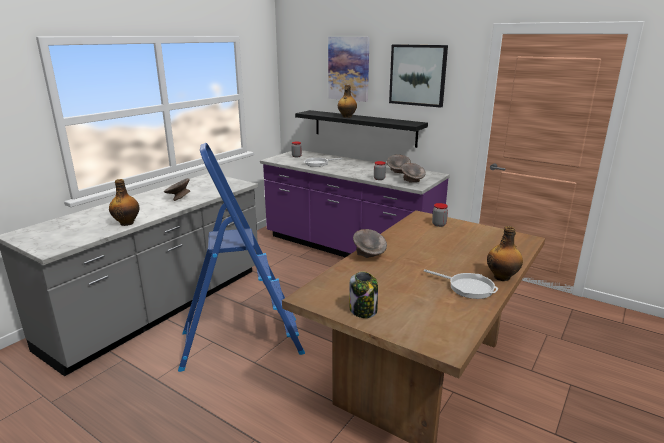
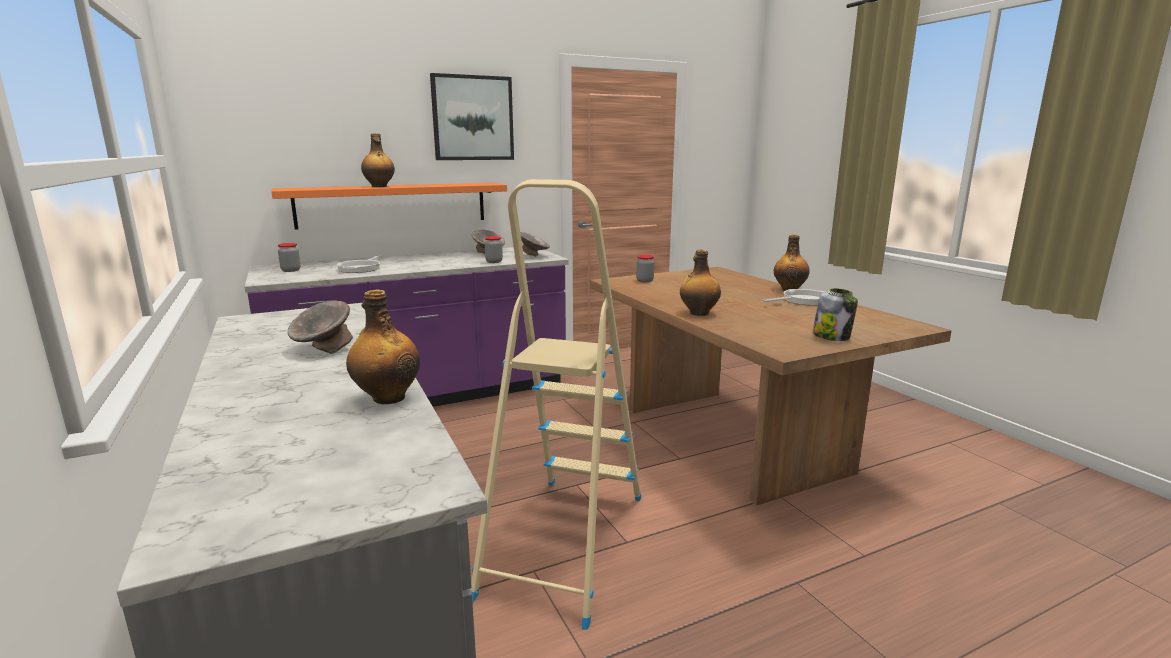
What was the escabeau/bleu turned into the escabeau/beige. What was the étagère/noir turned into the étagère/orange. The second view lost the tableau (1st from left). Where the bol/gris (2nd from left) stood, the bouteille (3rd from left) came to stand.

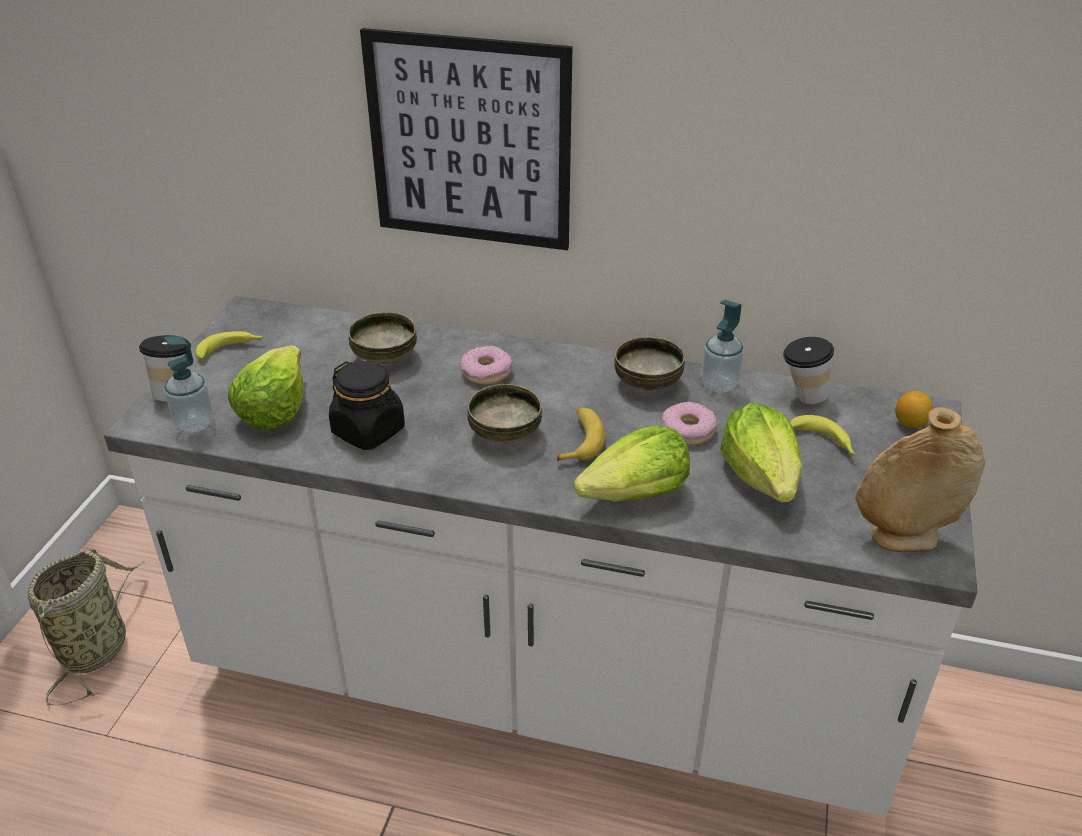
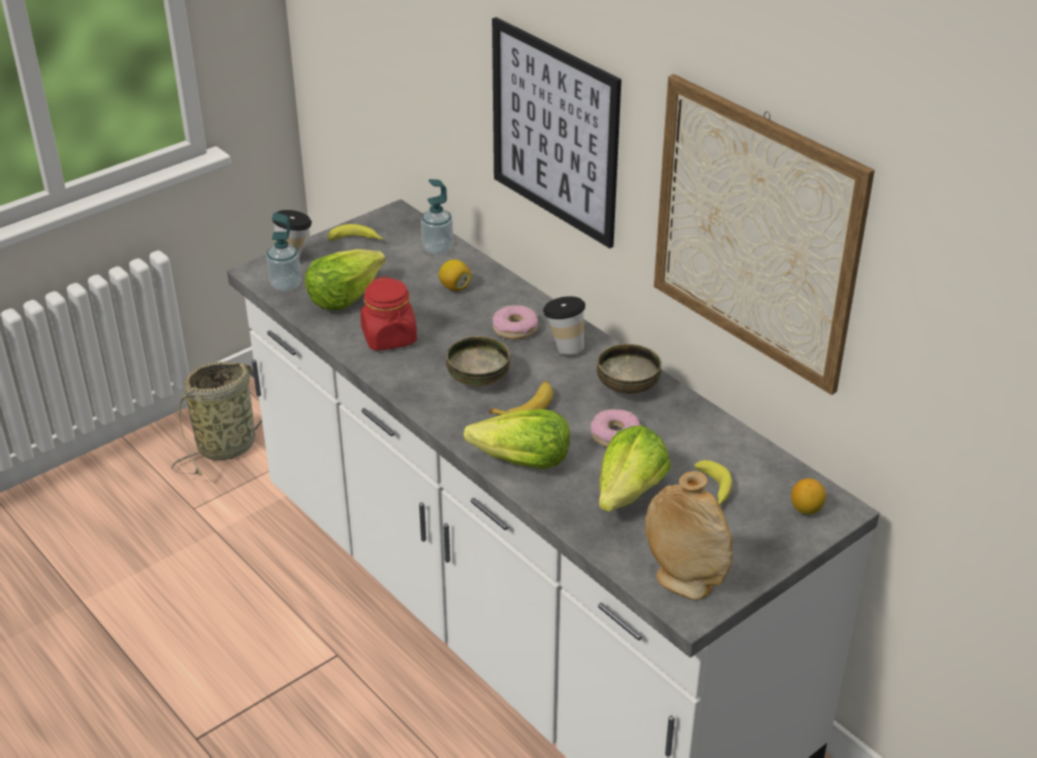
What was the bocal/noir turned into the bocal/rouge. Where the bol (1st from left) stood, the citron (1st from left) came to stand. The distributeur de savon (2nd from left) ended up elsewhere. The tasse (2nd from left) ended up elsewhere. The second view gained the tableau (2nd from left).

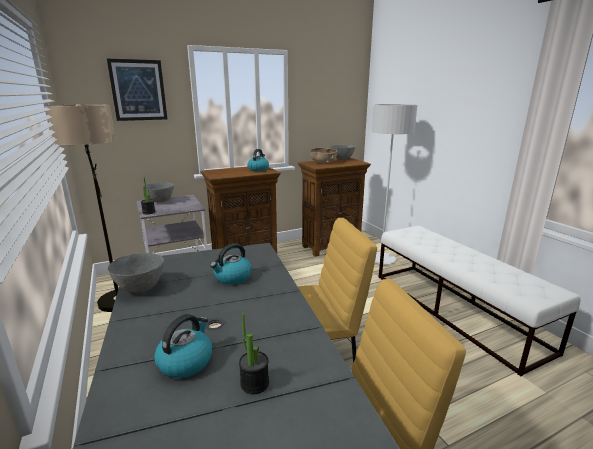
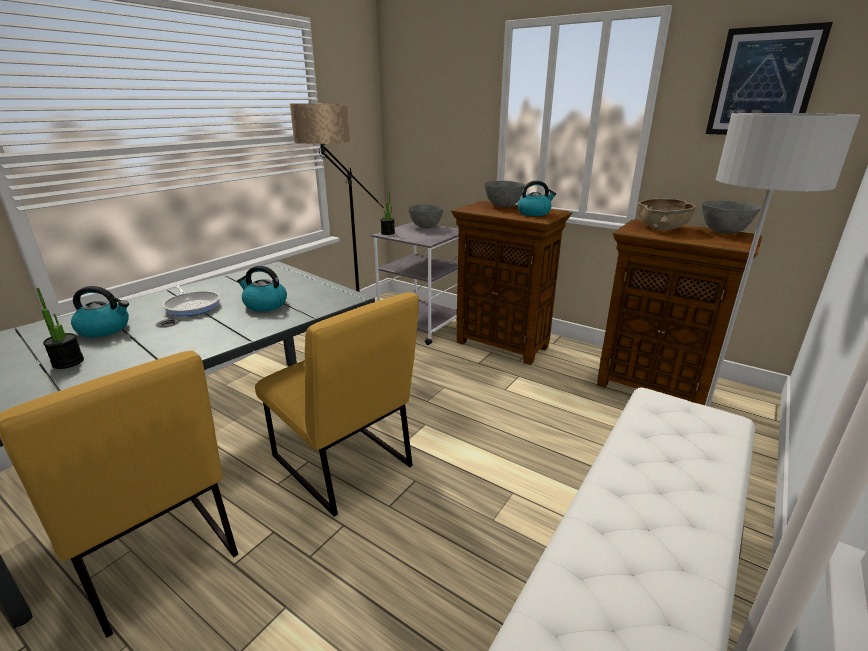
The tableau ended up elsewhere. The bol/gris (1st from left in the first image) ended up elsewhere. The second view gained the poêle.

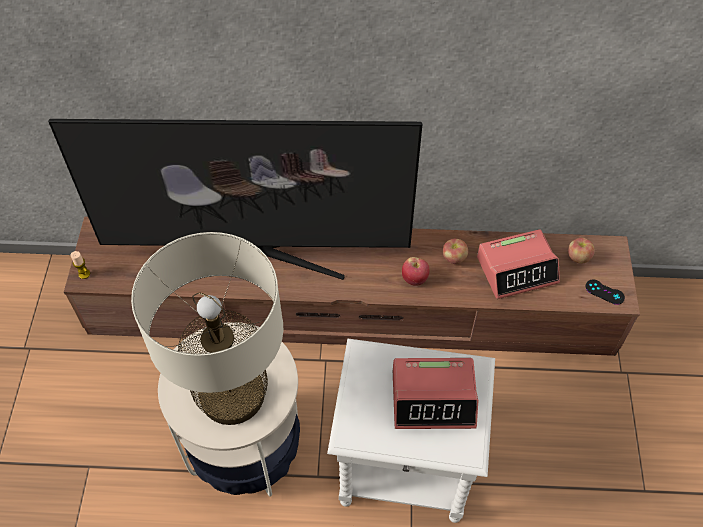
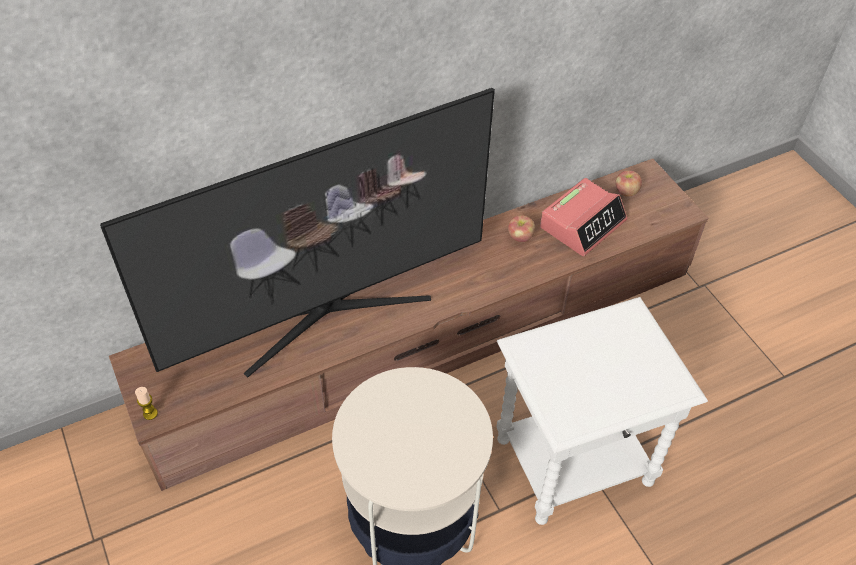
The second view lost the lampe de table. The second view lost the réveil (1st from left). The second view lost the pomme (1st from left). The second view lost the manette/noir.

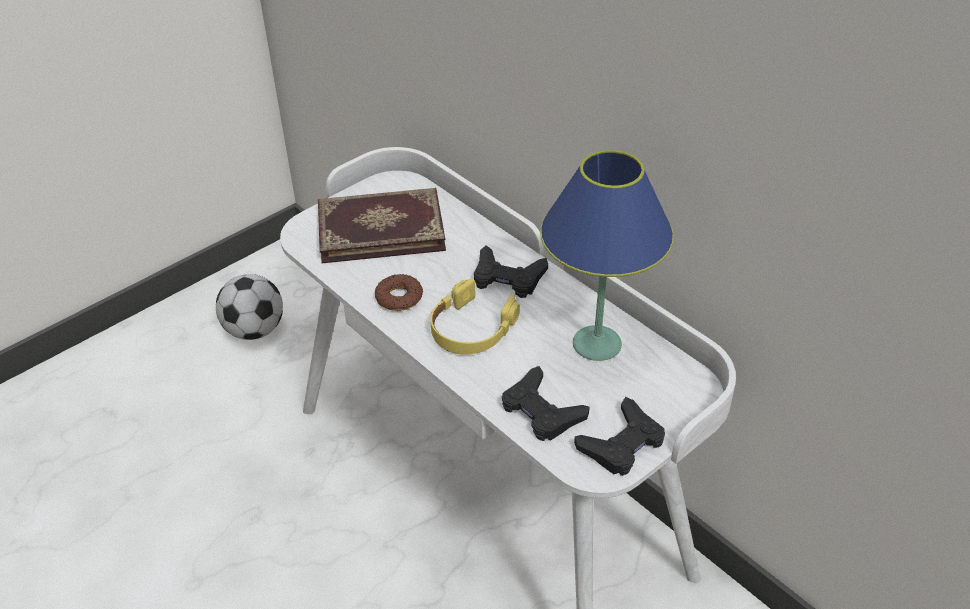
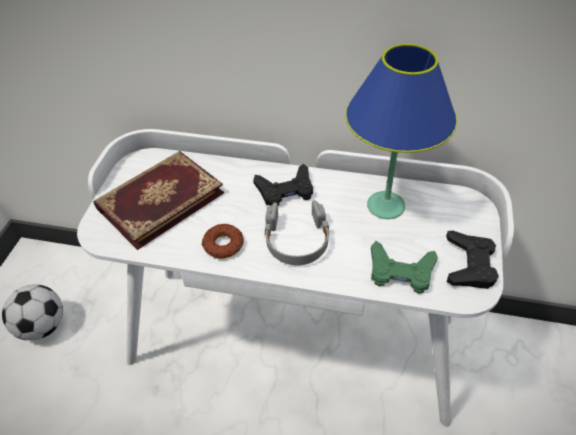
What was the casque audio/jaune turned into the casque audio/gris. What was the manette/noir (2nd from left) turned into the manette/vert.

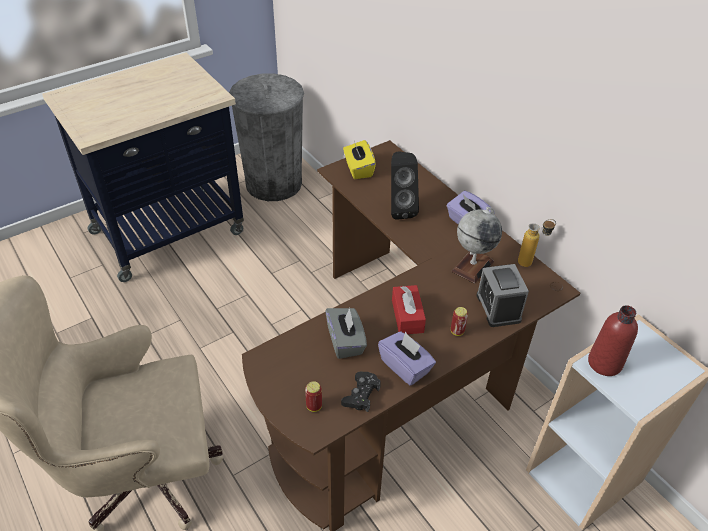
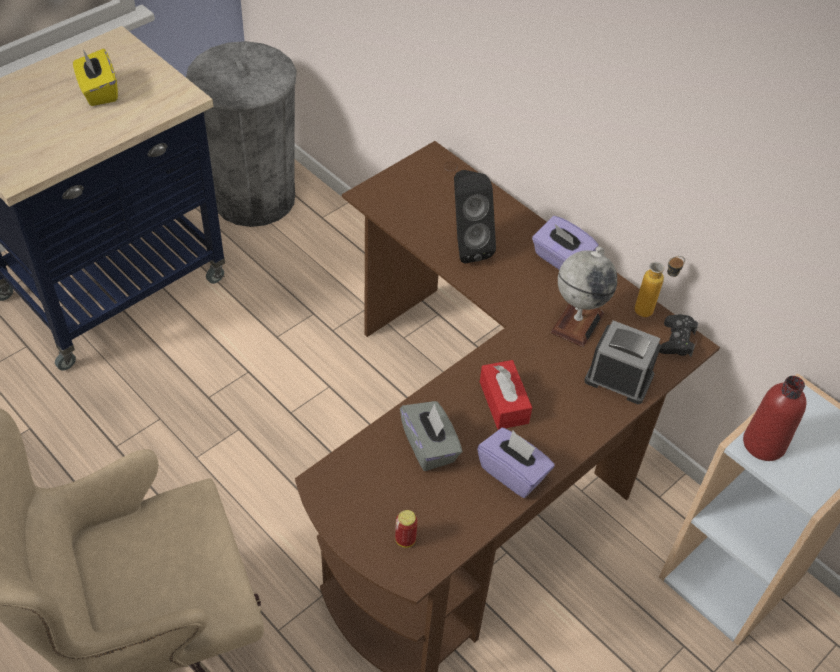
The manette/noir ended up elsewhere. The boîte à mouchoirs/jaune ended up elsewhere. The second view lost the boîte métallique (2nd from left). The réveil ended up facing another way, 135 degrees clockwise from before.

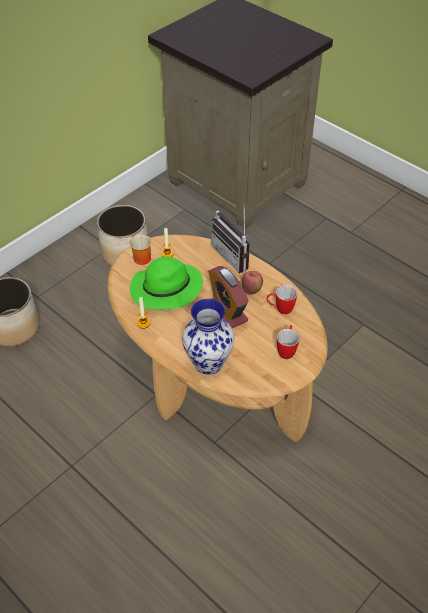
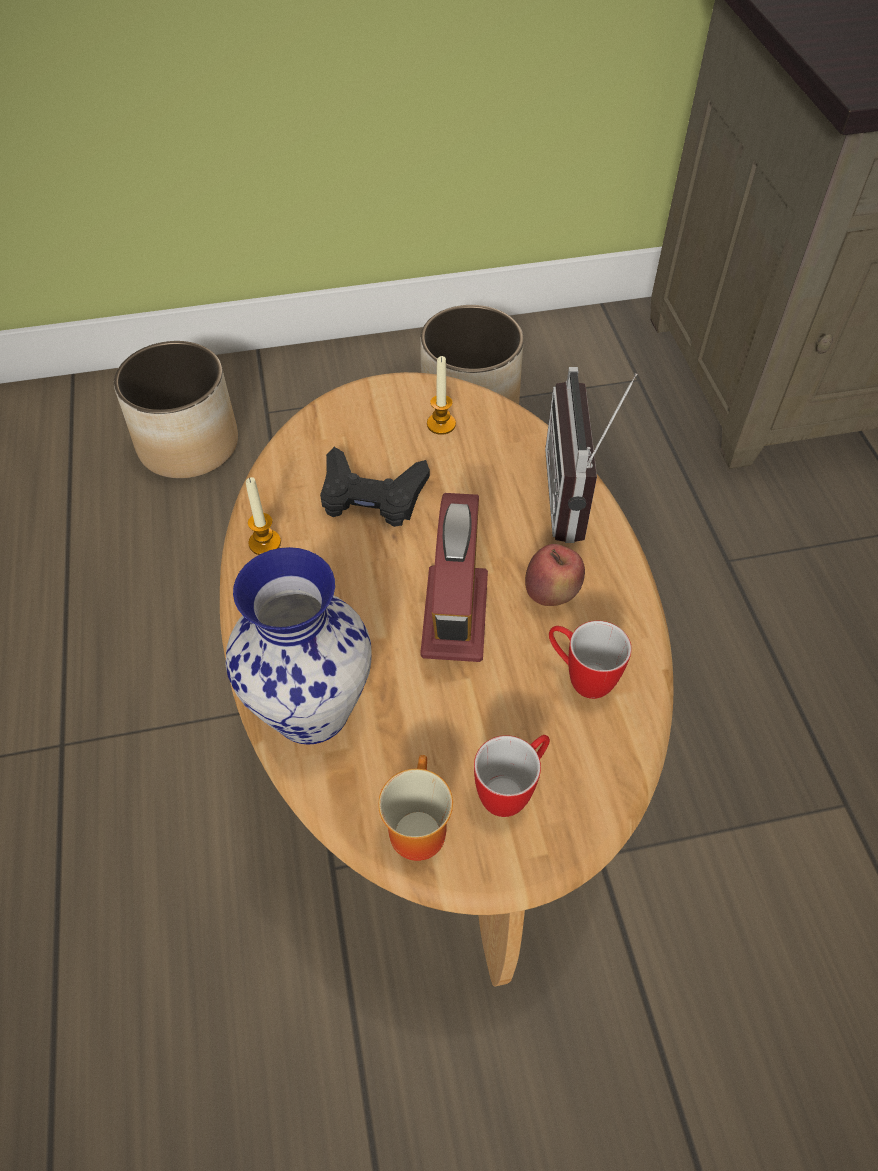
The mug (1st from left) ended up elsewhere. Where the chapeau/vert stood, the manette/noir came to stand.

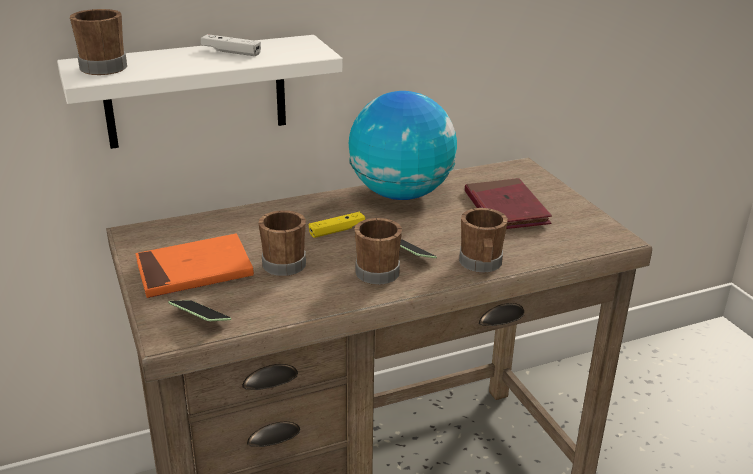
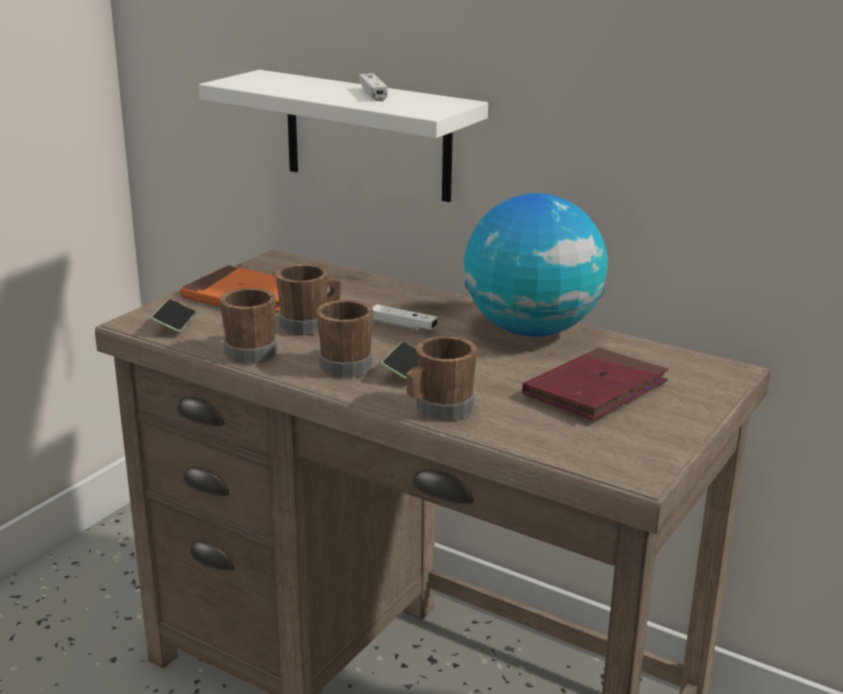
The mug/marron (1st from left) ended up elsewhere. What was the manette/jaune turned into the manette/blanc (2nd from left).

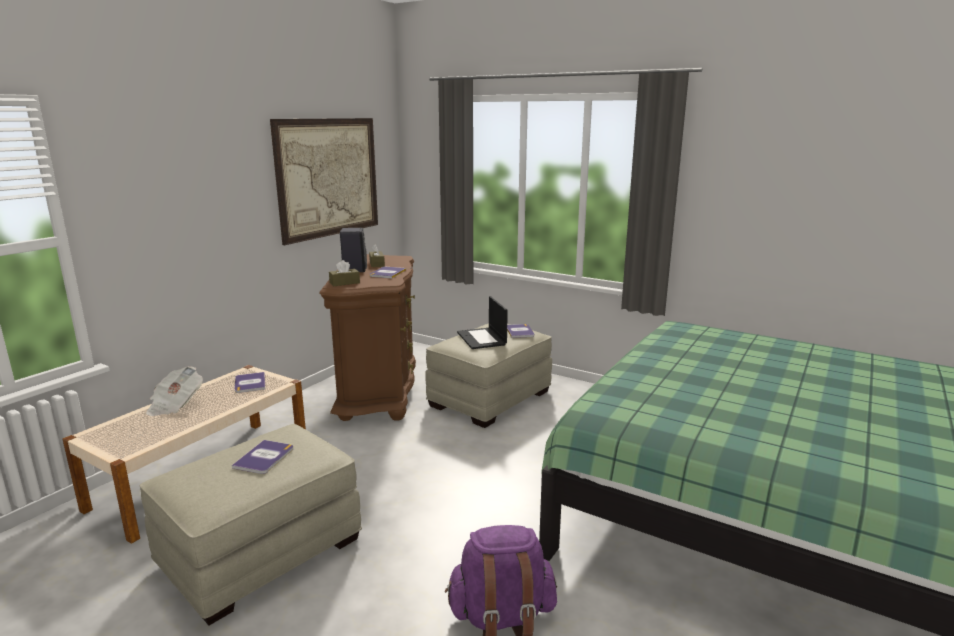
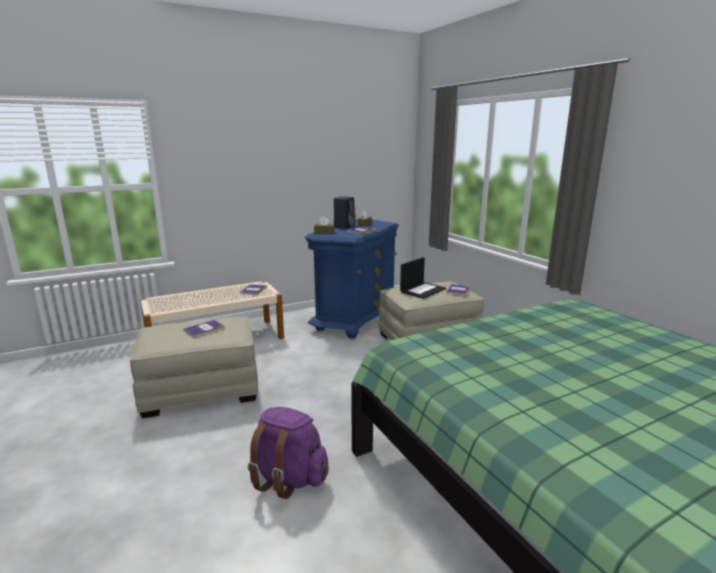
The second view lost the journal. The second view lost the tableau. What was the commode/marron turned into the commode/bleu. The ordinateur portable ended up facing another way, 150 degrees counterclockwise from before.

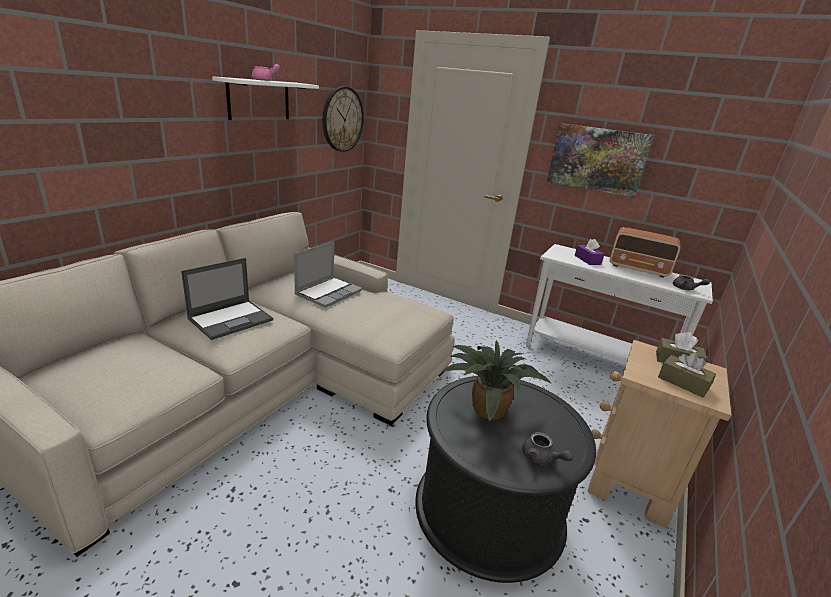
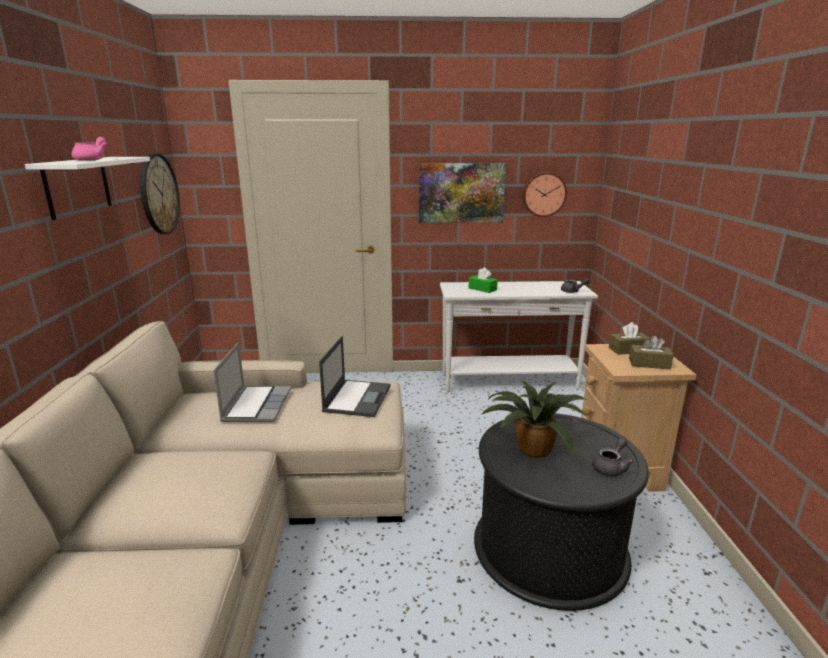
The ordinateur portable (1st from left in the first image) ended up elsewhere. The théière/gris (1st from left in the first image) ended up facing another way, 60 degrees counterclockwise from before. What was the boîte à mouchoirs/violet turned into the boîte à mouchoirs/vert. The second view lost the radio. The second view gained the horloge murale (2nd from left).

